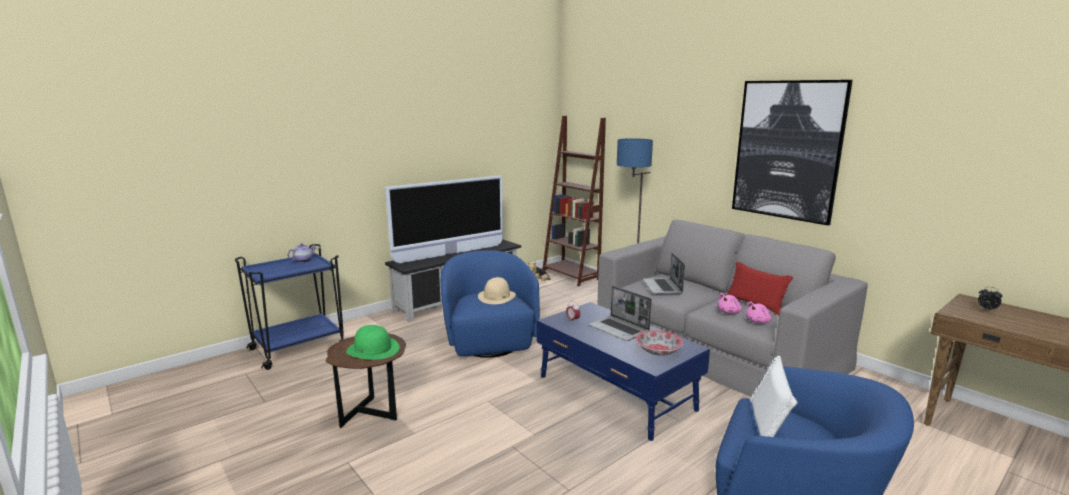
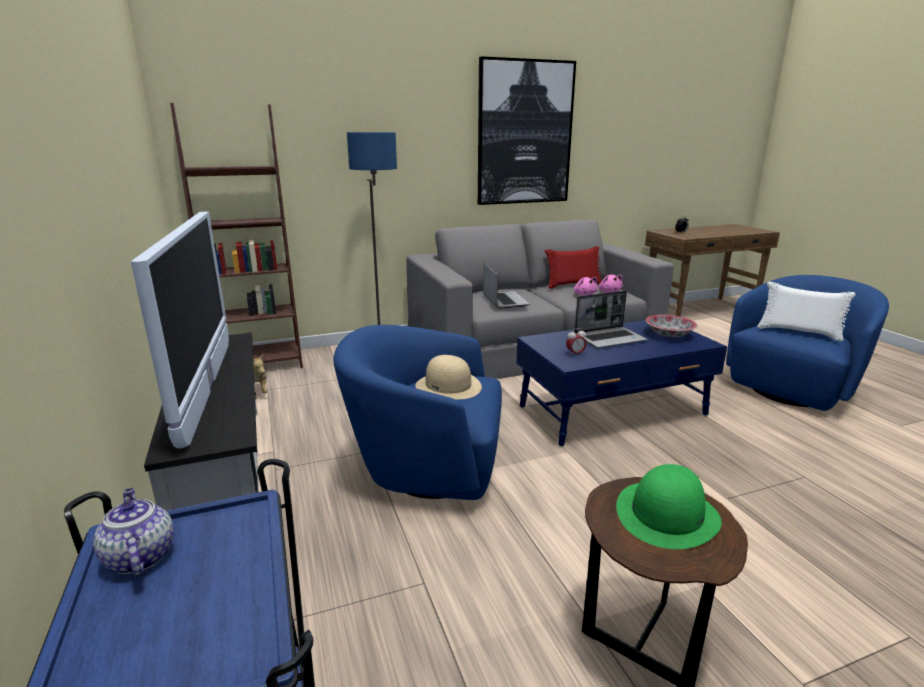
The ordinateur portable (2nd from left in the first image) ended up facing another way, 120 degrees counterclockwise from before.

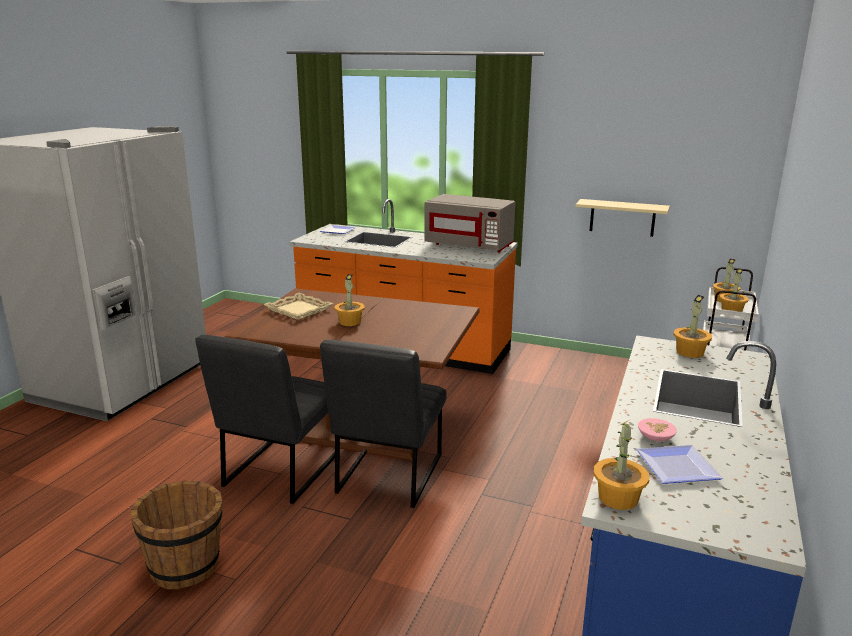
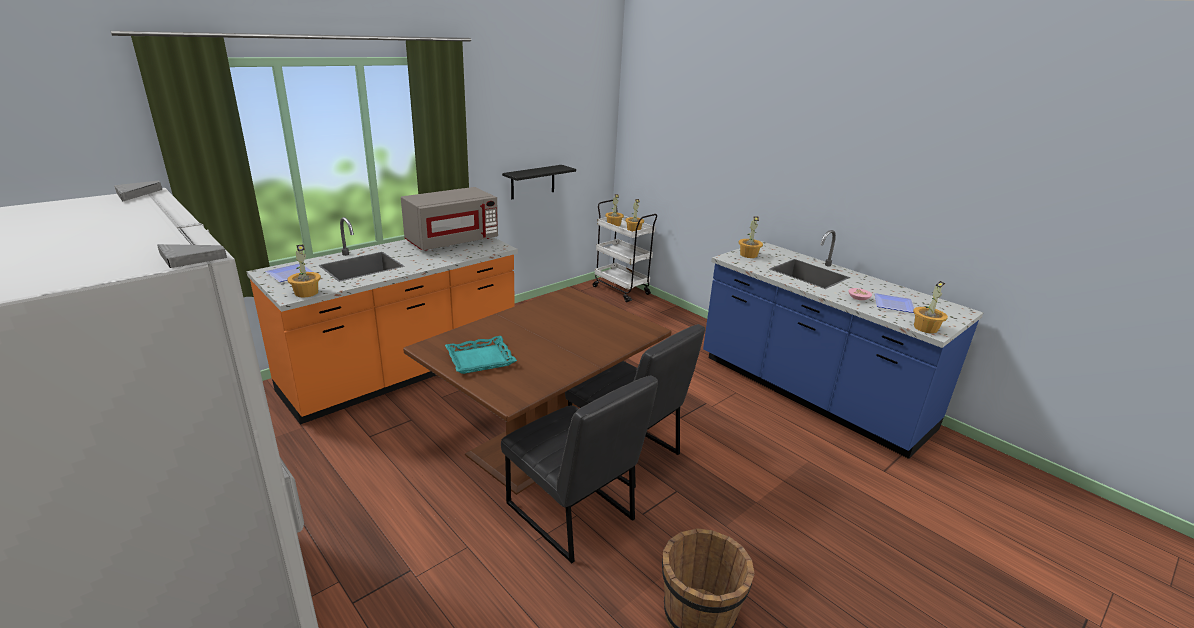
What was the plateau/beige turned into the plateau/turquoise. The plante en pot (1st from left) ended up elsewhere. What was the étagère/beige turned into the étagère/noir.

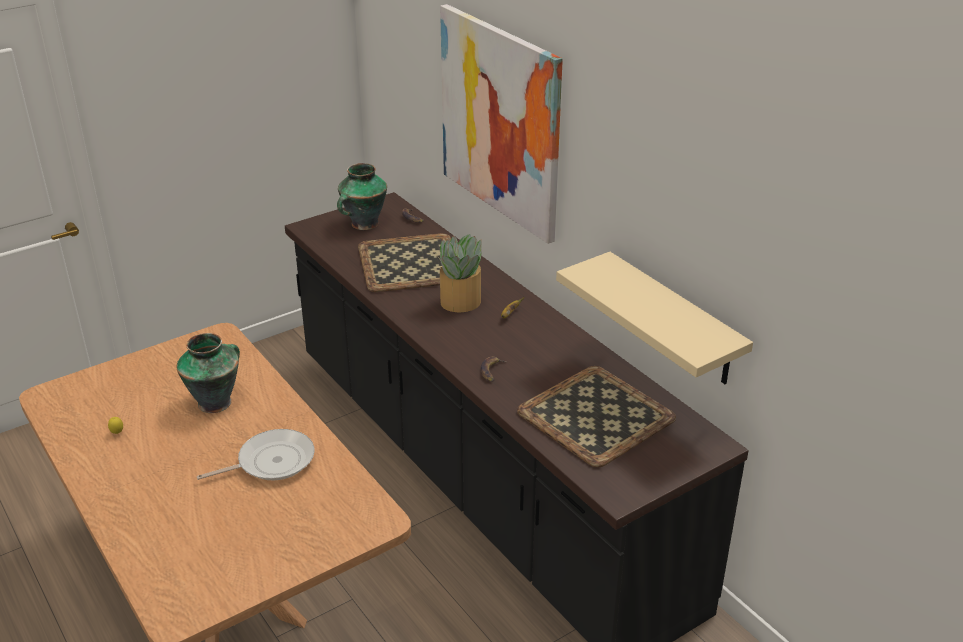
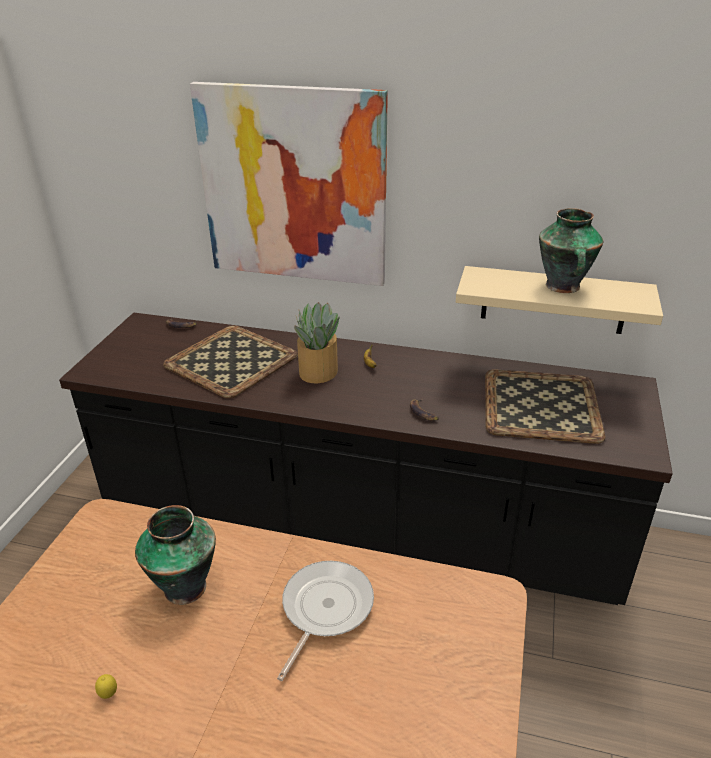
The vase (2nd from left) ended up elsewhere.

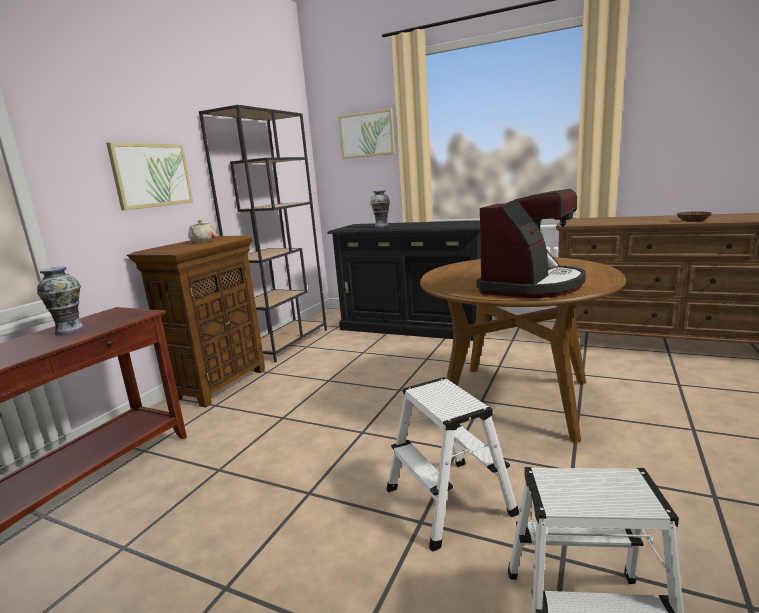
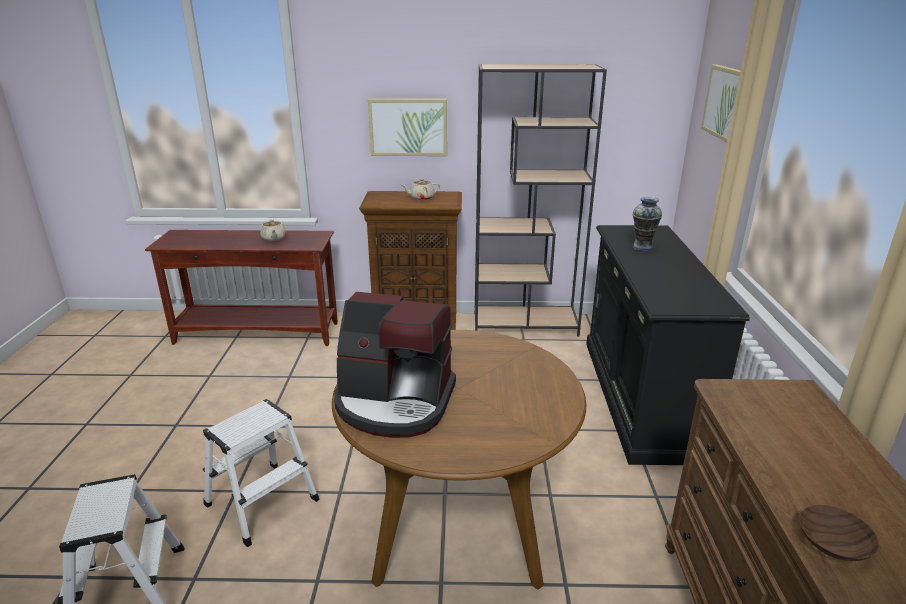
Where the vase (1st from left) stood, the théière/beige (1st from left) came to stand.

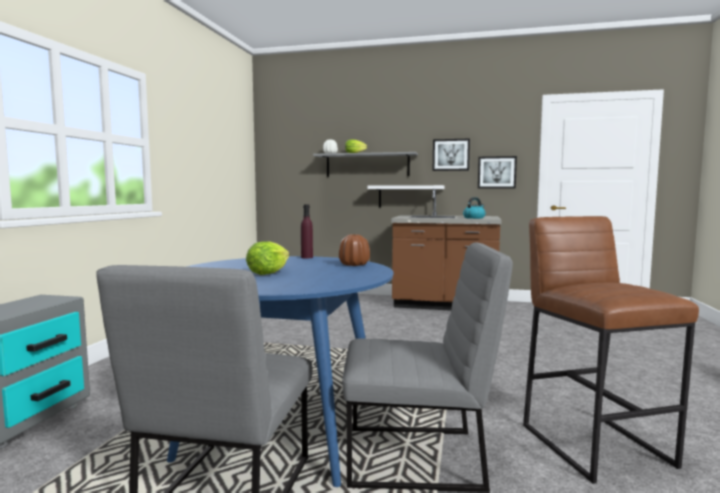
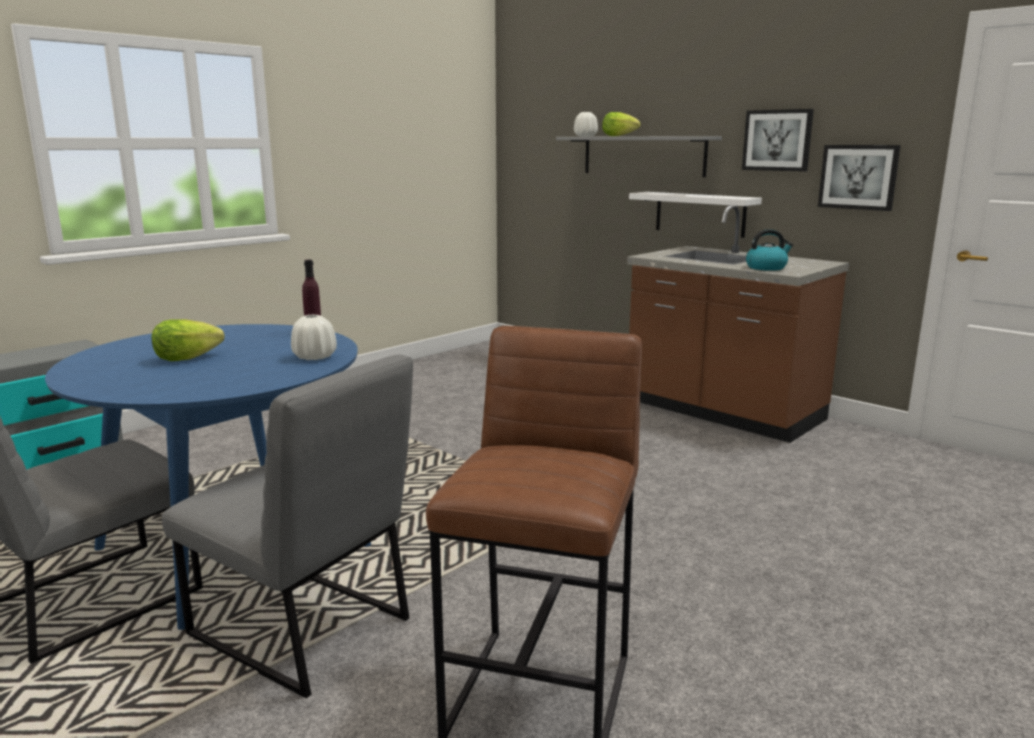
What was the vase/marron turned into the vase/blanc (1st from left).

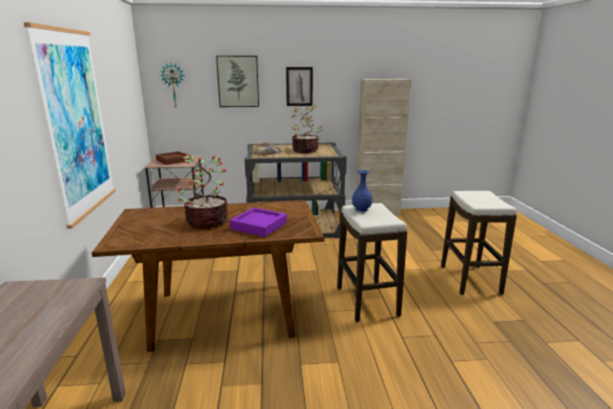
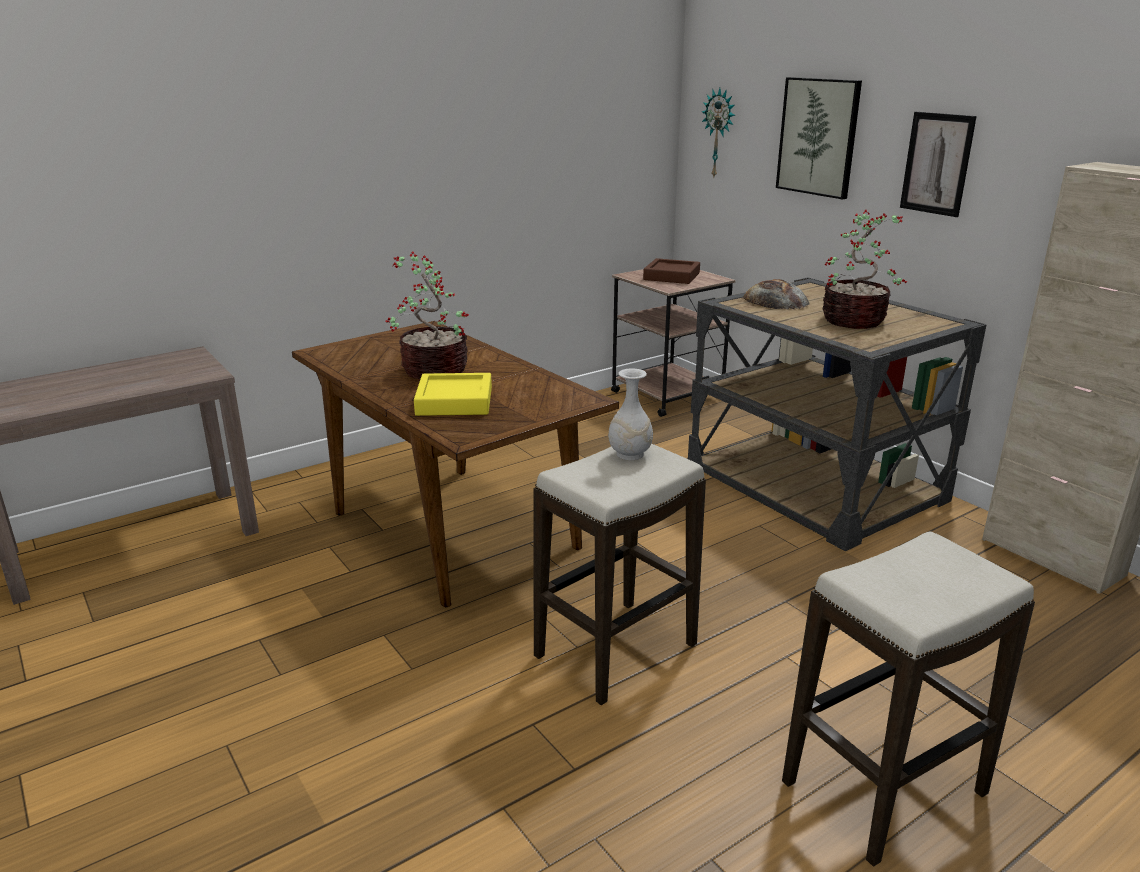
The second view lost the tableau (1st from left). What was the plateau/violet turned into the plateau/jaune. What was the vase/bleu turned into the vase/blanc.

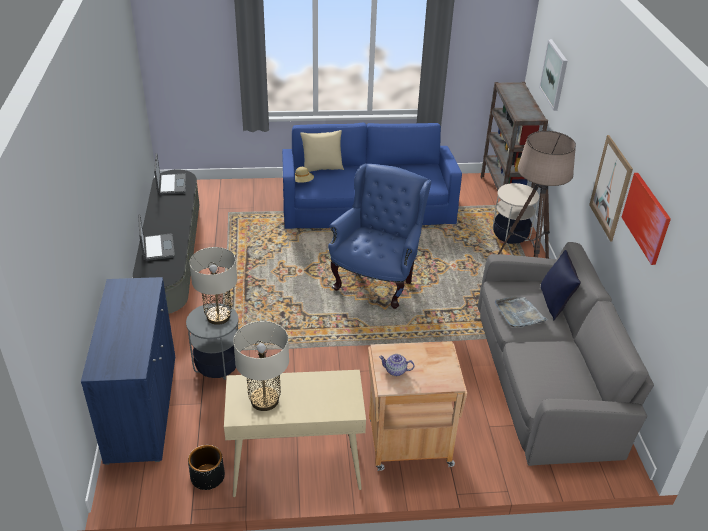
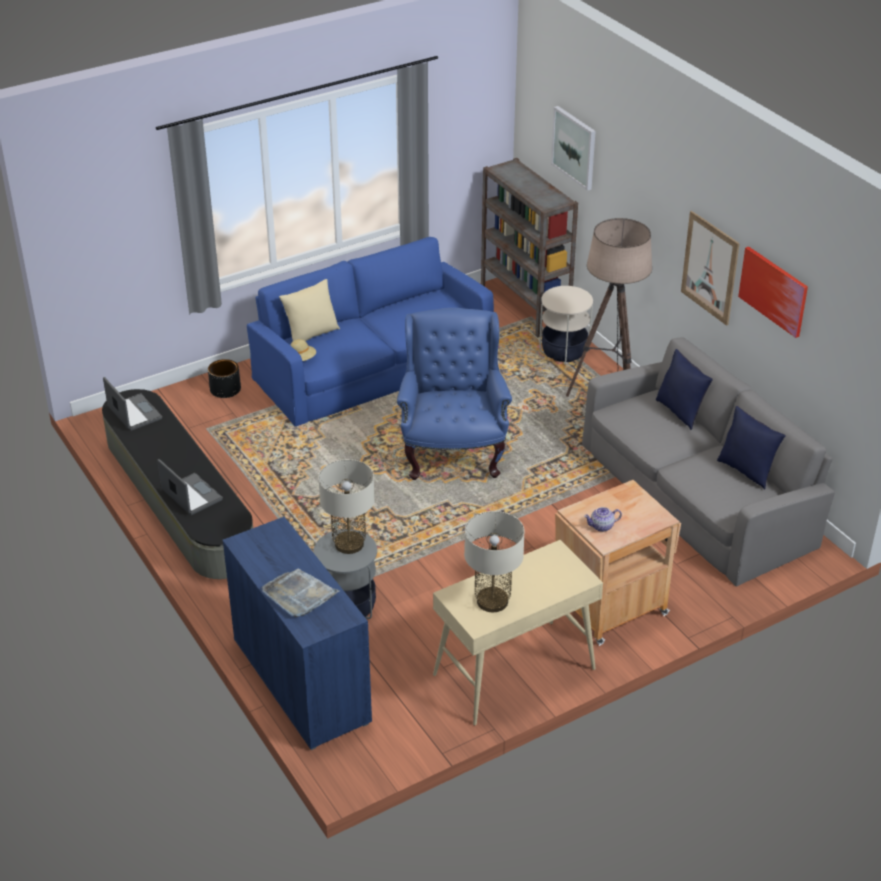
The cache-pot/noir ended up elsewhere. The plateau/gris ended up elsewhere. The second view gained the coussin/bleu (2nd from left).

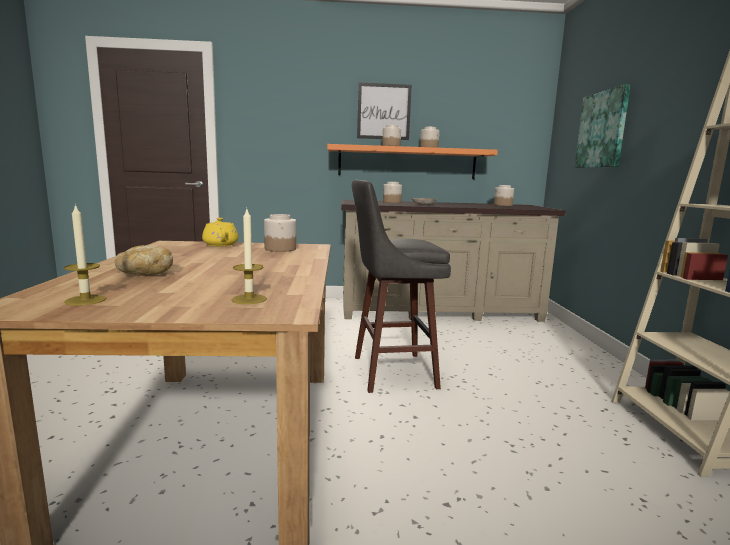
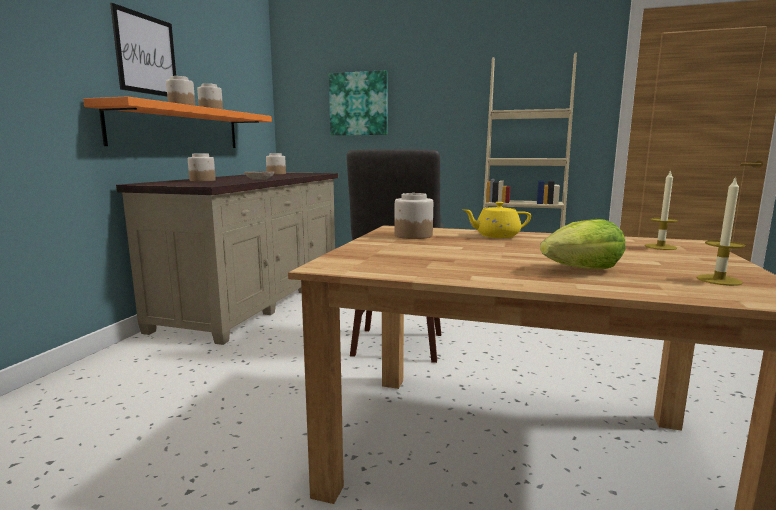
Where the pain stood, the laitue came to stand. The théière/jaune ended up elsewhere.

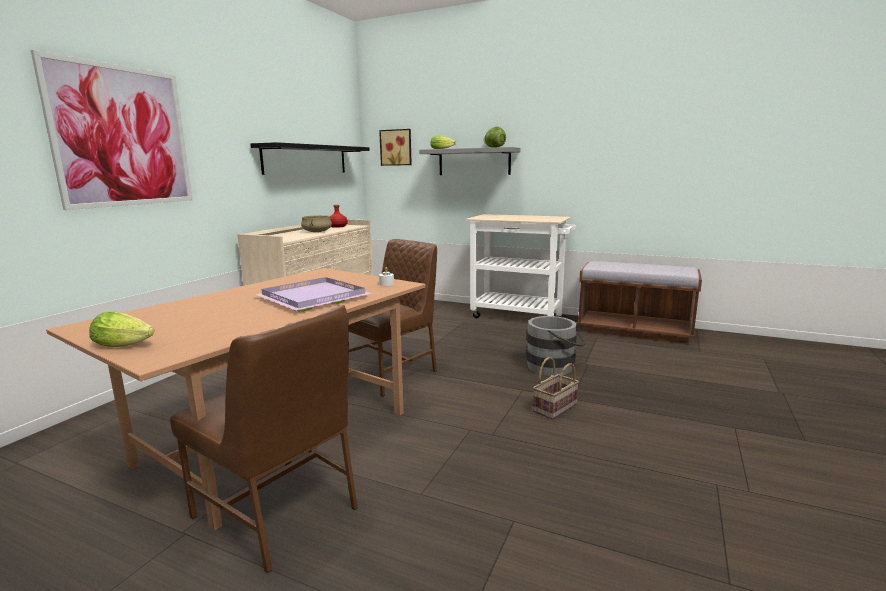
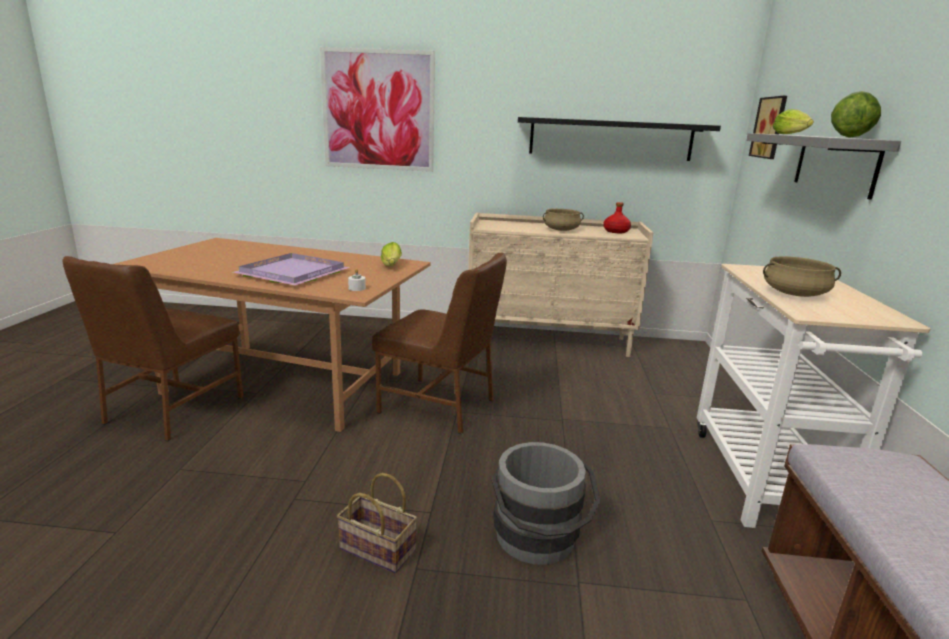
The laitue (1st from left) ended up elsewhere. The second view gained the marmite/beige (2nd from left).

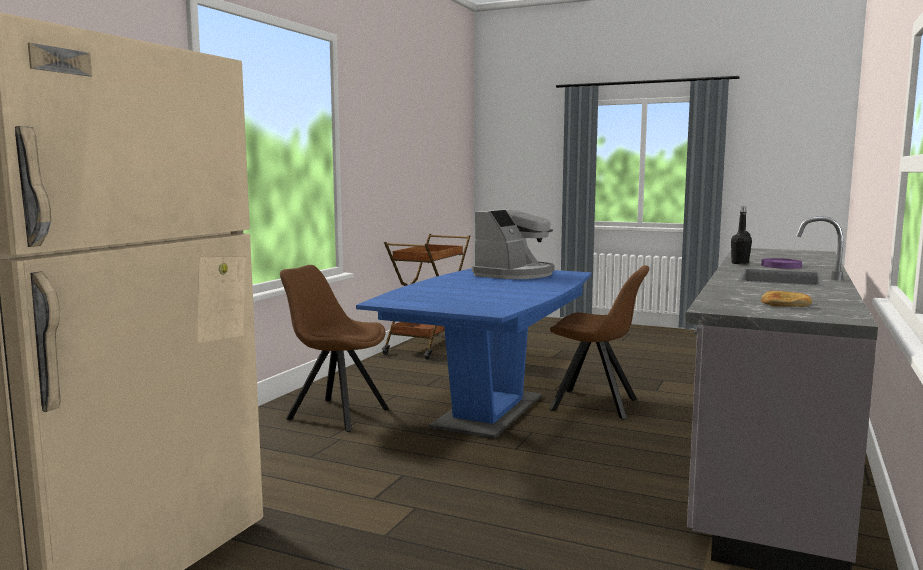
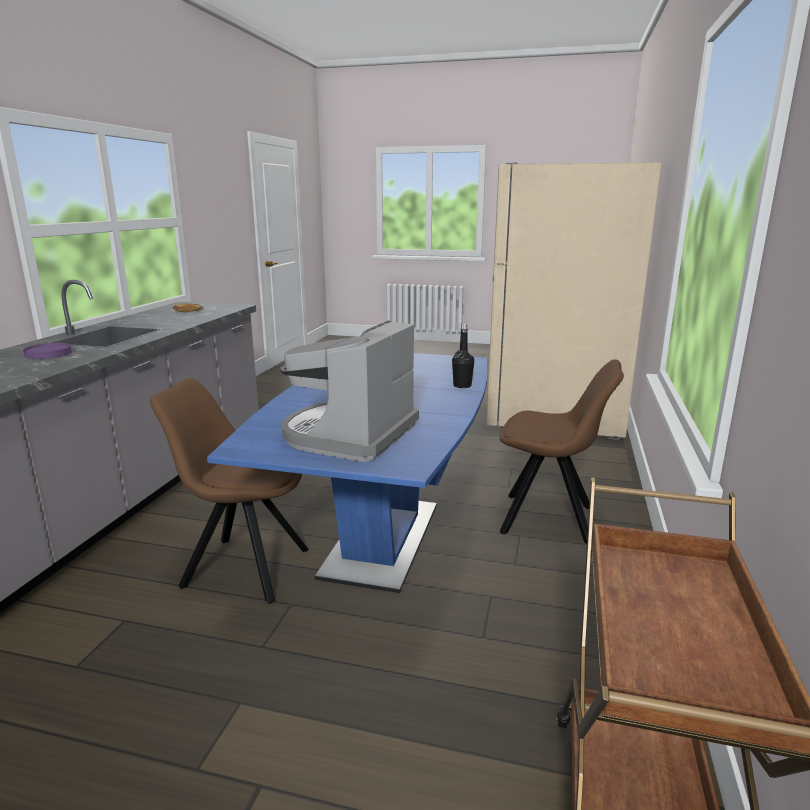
The bouteille/noir ended up elsewhere.

